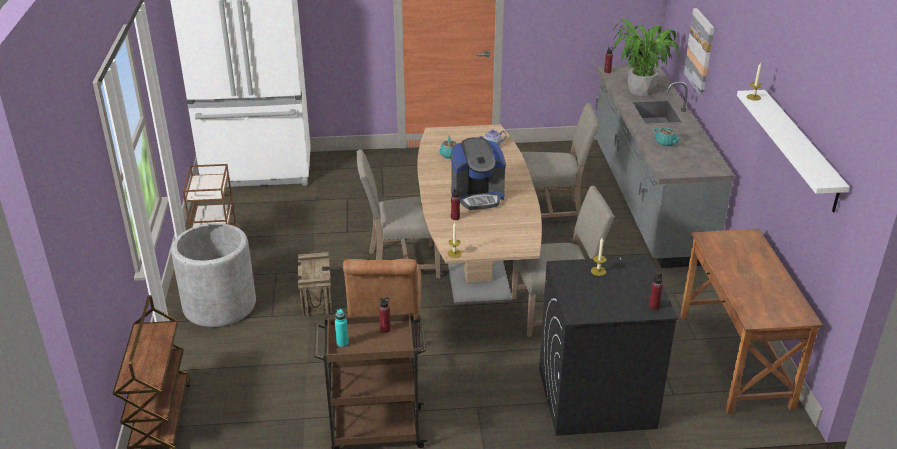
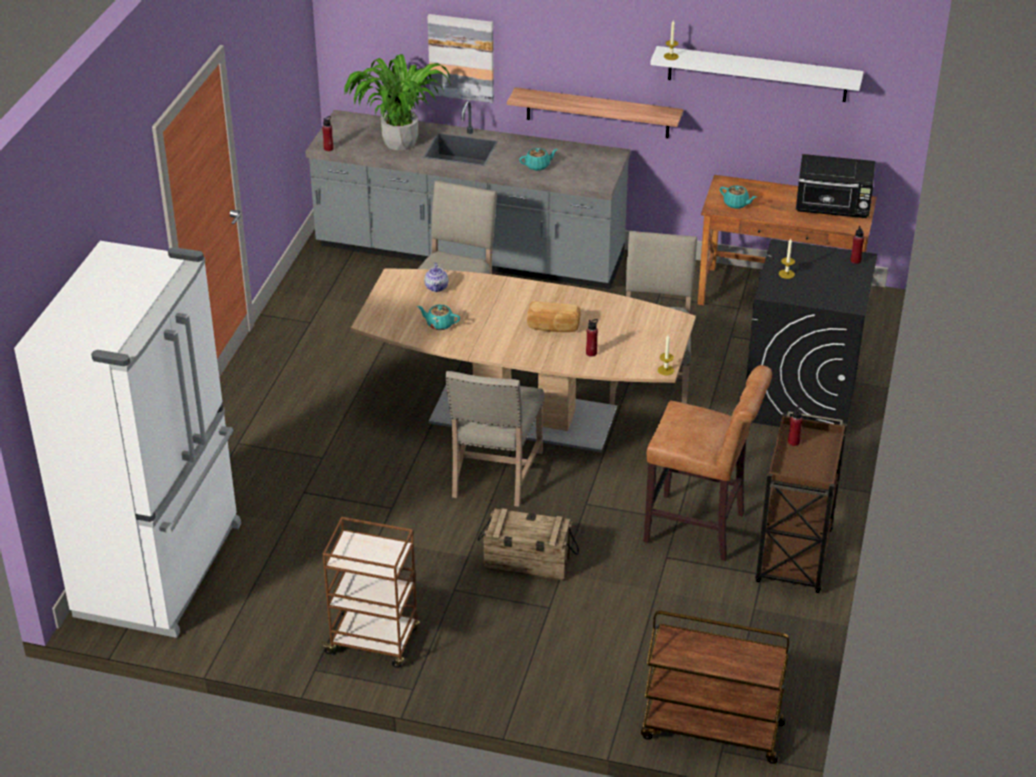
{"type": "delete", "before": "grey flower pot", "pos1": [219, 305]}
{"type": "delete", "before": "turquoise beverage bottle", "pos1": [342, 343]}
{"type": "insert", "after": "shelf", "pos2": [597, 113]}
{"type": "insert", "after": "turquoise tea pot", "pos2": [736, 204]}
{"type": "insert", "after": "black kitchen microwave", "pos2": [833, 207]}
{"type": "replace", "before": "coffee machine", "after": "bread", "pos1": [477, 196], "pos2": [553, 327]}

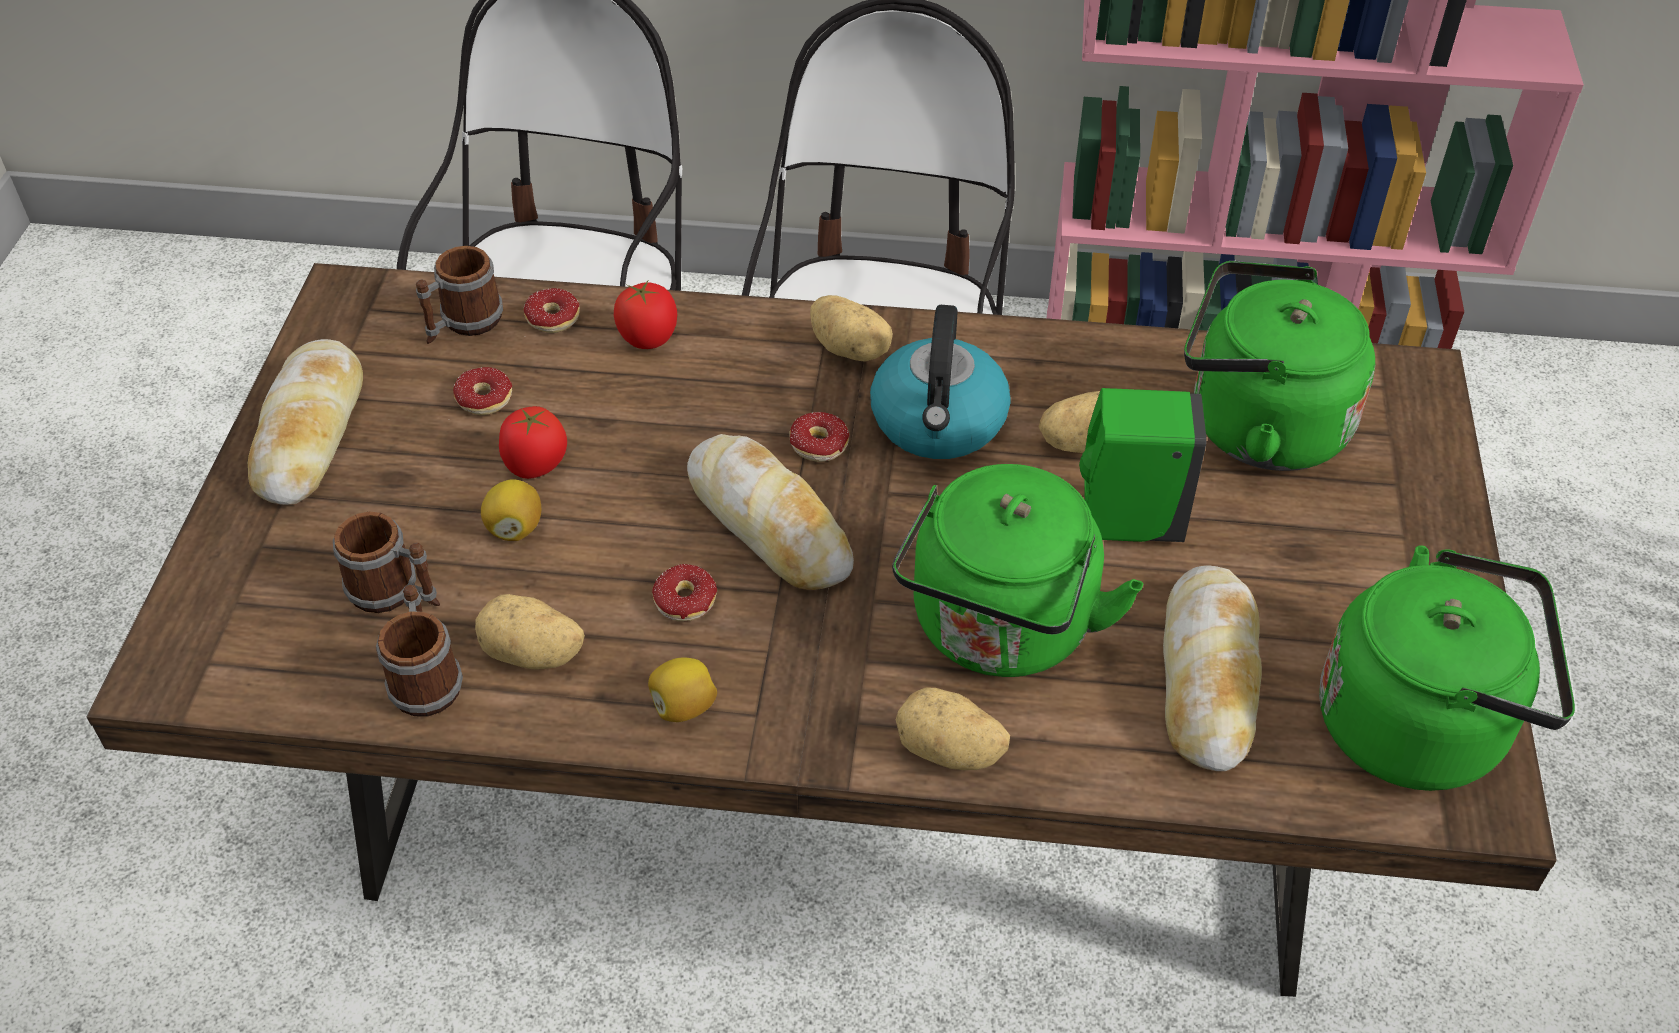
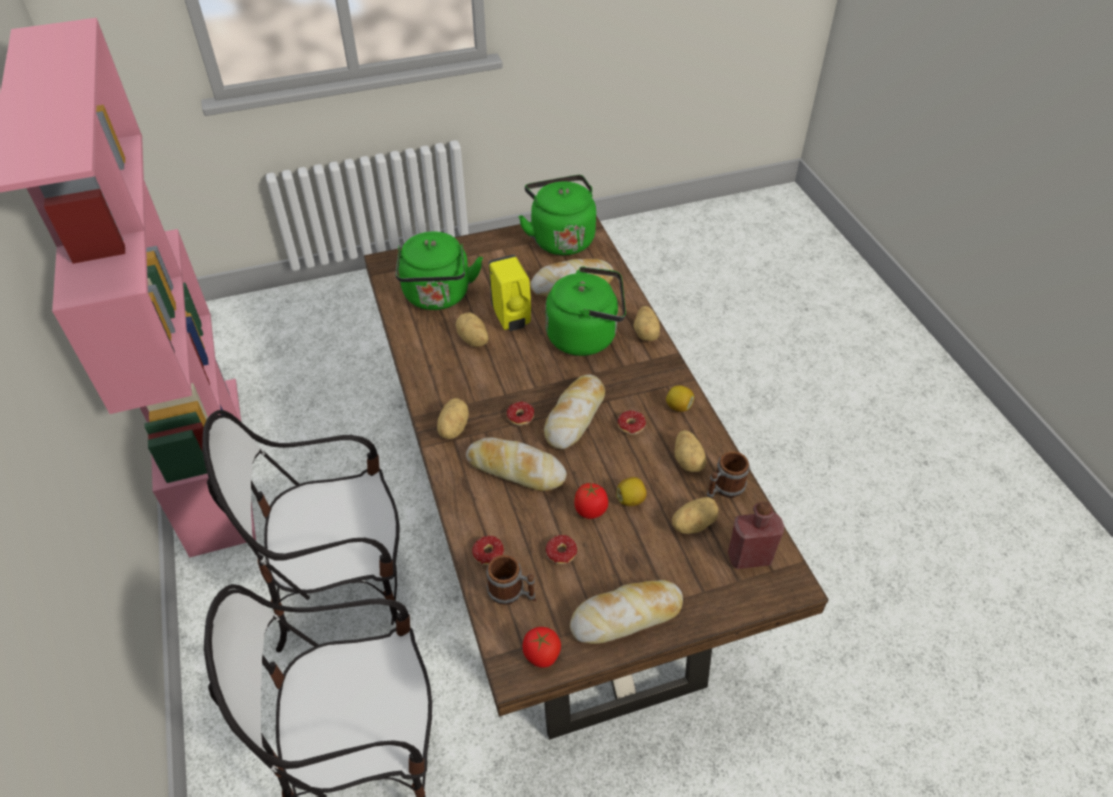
{"type": "delete", "before": "kettle", "pos1": [939, 423]}
{"type": "insert", "after": "bread", "pos2": [515, 469]}
{"type": "insert", "after": "reddish beverage bottle", "pos2": [749, 557]}
{"type": "move", "before": "whole tomato", "pos1": [649, 338], "pos2": [541, 655]}
{"type": "replace", "before": "mug", "after": "spud", "pos1": [395, 593], "pos2": [692, 523]}
{"type": "recolor", "before": "green-coloured soap bottle", "after": "yellow-coloured soap bottle", "pos1": [1125, 522], "pos2": [511, 318]}

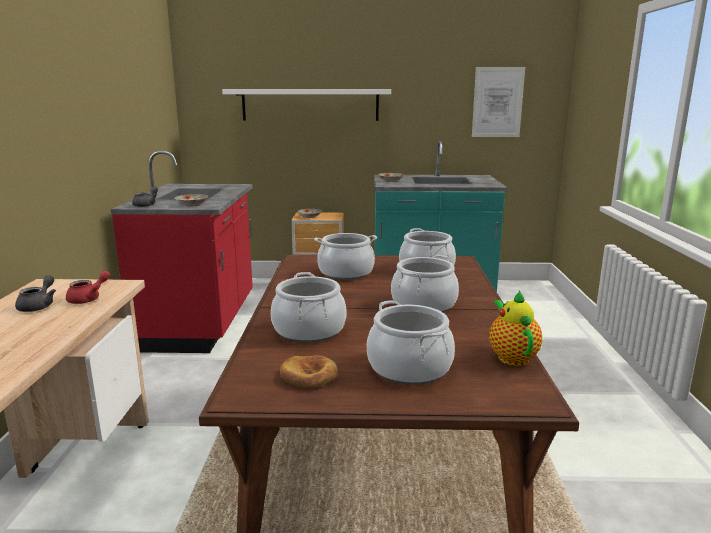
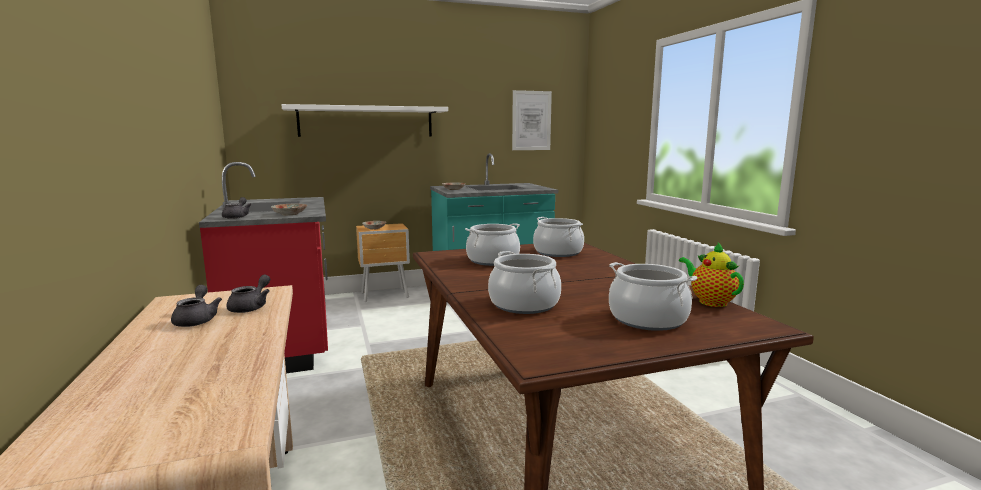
{"type": "delete", "before": "bread", "pos1": [309, 375]}
{"type": "delete", "before": "cooking pot", "pos1": [424, 304]}
{"type": "recolor", "before": "reddish tea pot", "after": "grey tea pot", "pos1": [89, 299], "pos2": [251, 307]}

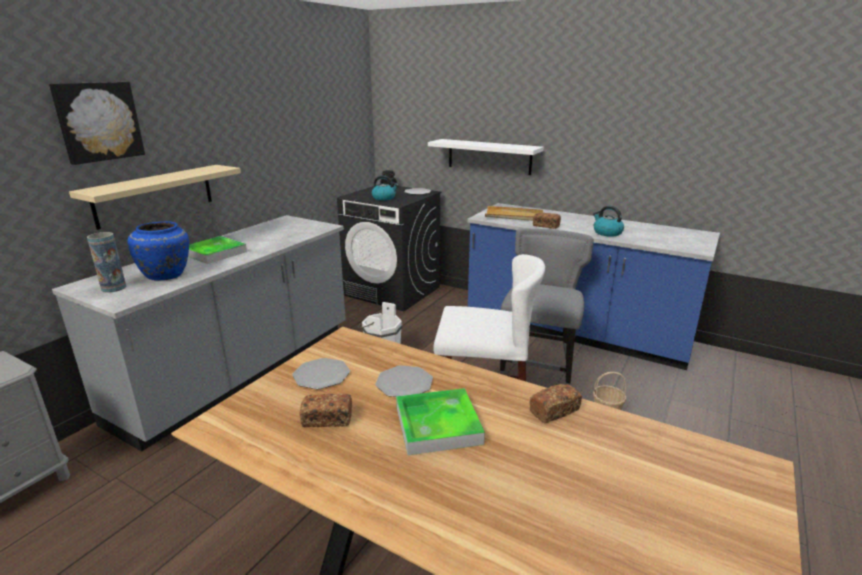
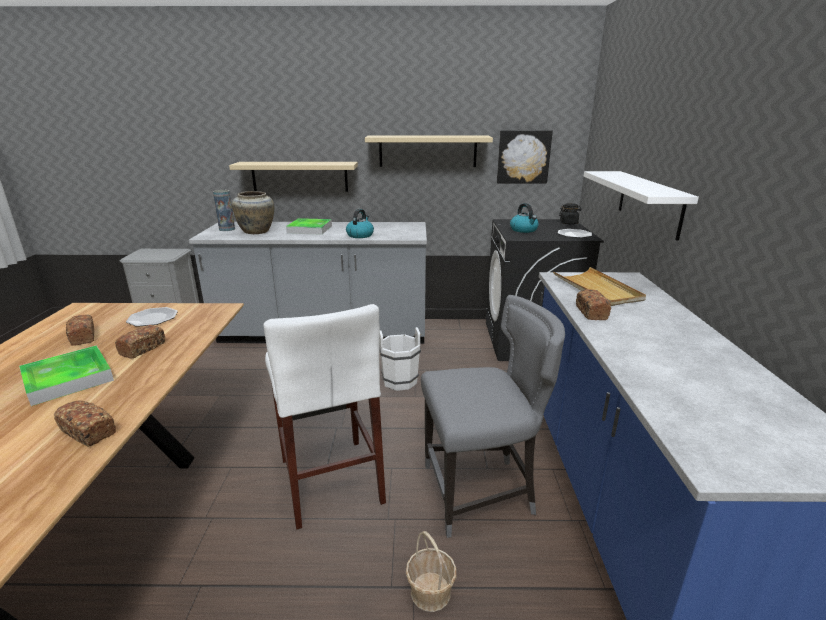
{"type": "insert", "after": "sand-coloured shelf", "pos2": [427, 151]}
{"type": "move", "before": "wall picture", "pos1": [98, 121], "pos2": [523, 157]}
{"type": "move", "before": "kettle", "pos1": [607, 233], "pos2": [360, 235]}
{"type": "replace", "before": "plate", "after": "bread", "pos1": [404, 383], "pos2": [143, 349]}
{"type": "recolor", "before": "bluish flower vase", "after": "sand-coloured flower vase", "pos1": [166, 275], "pos2": [256, 232]}

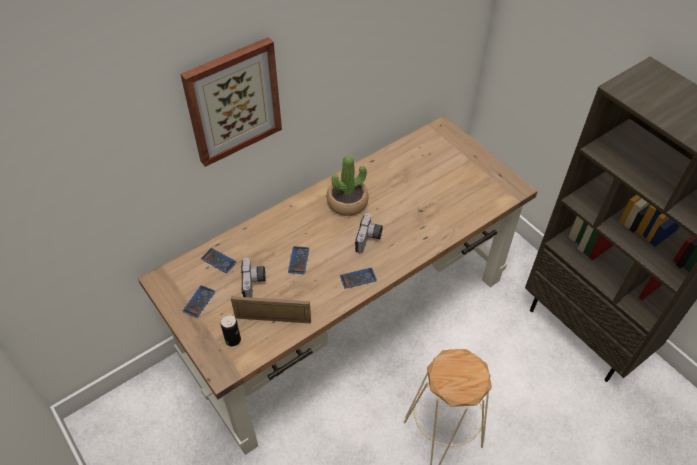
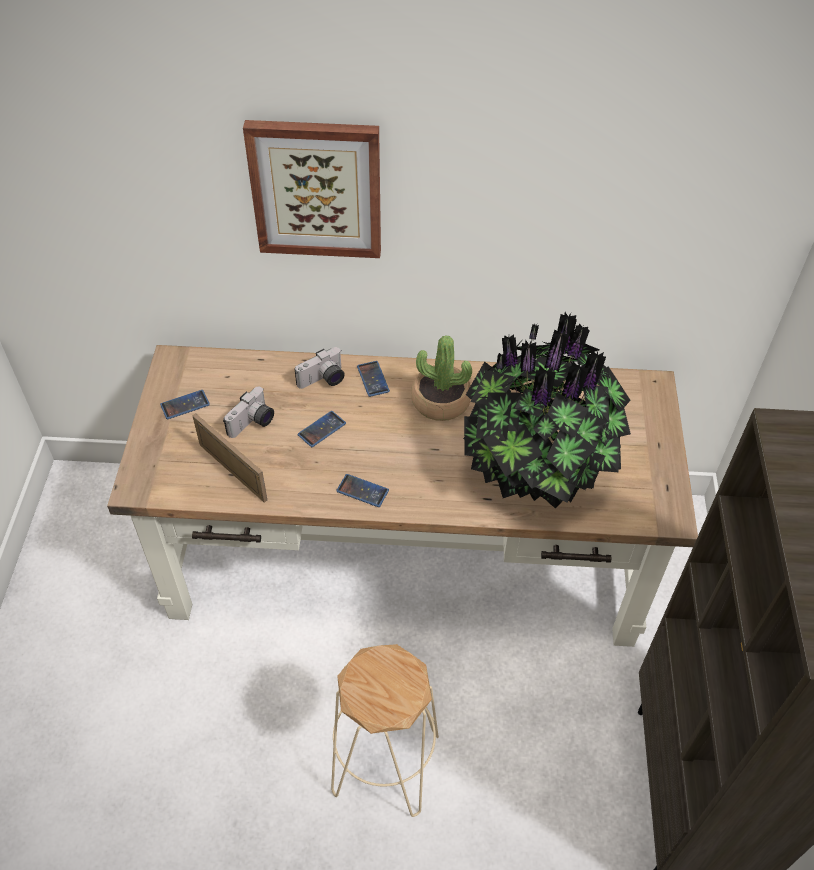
{"type": "delete", "before": "metal can", "pos1": [233, 340]}
{"type": "insert", "after": "houseplant", "pos2": [536, 468]}
{"type": "move", "before": "telephone", "pos1": [218, 260], "pos2": [373, 379]}
{"type": "move", "before": "still camera", "pos1": [369, 239], "pos2": [323, 380]}

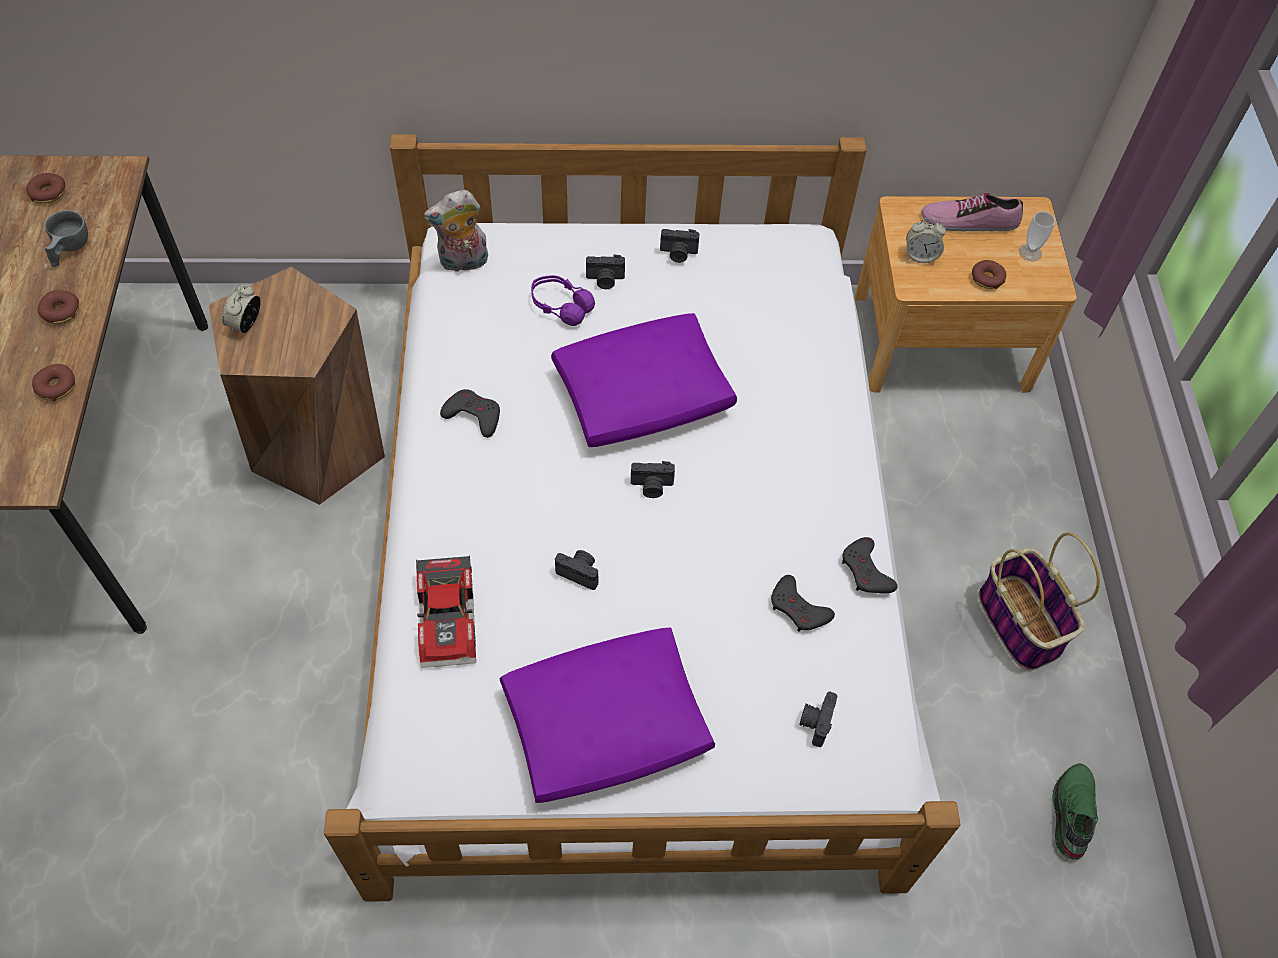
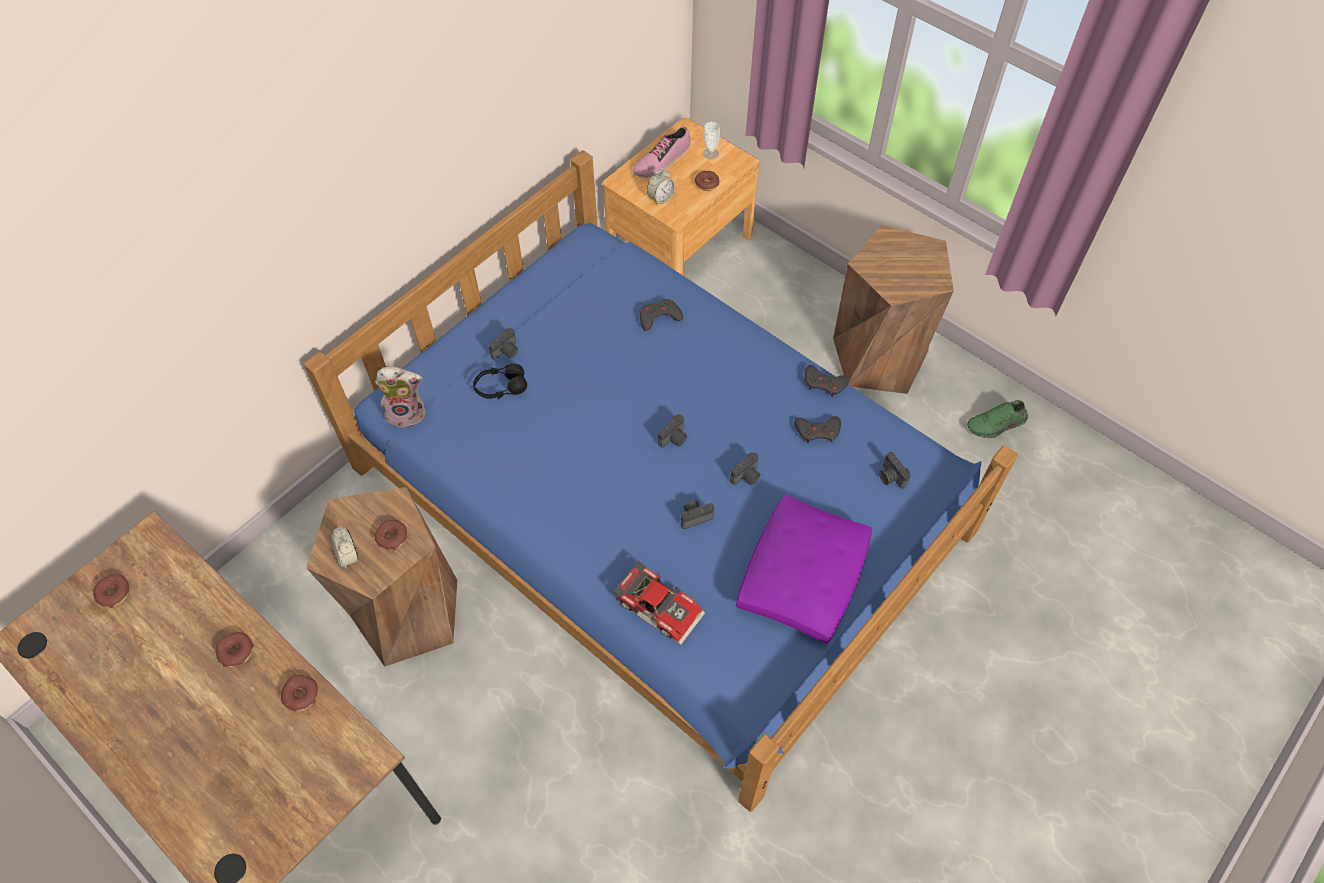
{"type": "delete", "before": "grey drinking cup", "pos1": [69, 250]}
{"type": "delete", "before": "purplish cushion", "pos1": [644, 393]}
{"type": "insert", "after": "donut", "pos2": [392, 537]}
{"type": "move", "before": "grey game controller", "pos1": [473, 415], "pos2": [659, 317]}
{"type": "move", "before": "still camera", "pos1": [678, 254], "pos2": [747, 477]}
{"type": "replace", "before": "household basket", "after": "brown-coloured sitting stool", "pos1": [1021, 624], "pos2": [879, 357]}
{"type": "recolor", "before": "whitish bed", "after": "bluish bed", "pos1": [632, 554], "pos2": [662, 499]}
{"type": "recolor", "before": "purplish headphones", "after": "black headphones", "pos1": [560, 306], "pos2": [500, 388]}
{"type": "rotate", "before": "plush toy", "pos1": [463, 263], "pos2": [407, 413], "turn": -120}
{"type": "rotate", "before": "green-coloured item of footwear", "pos1": [1070, 813], "pos2": [996, 425], "turn": -75}

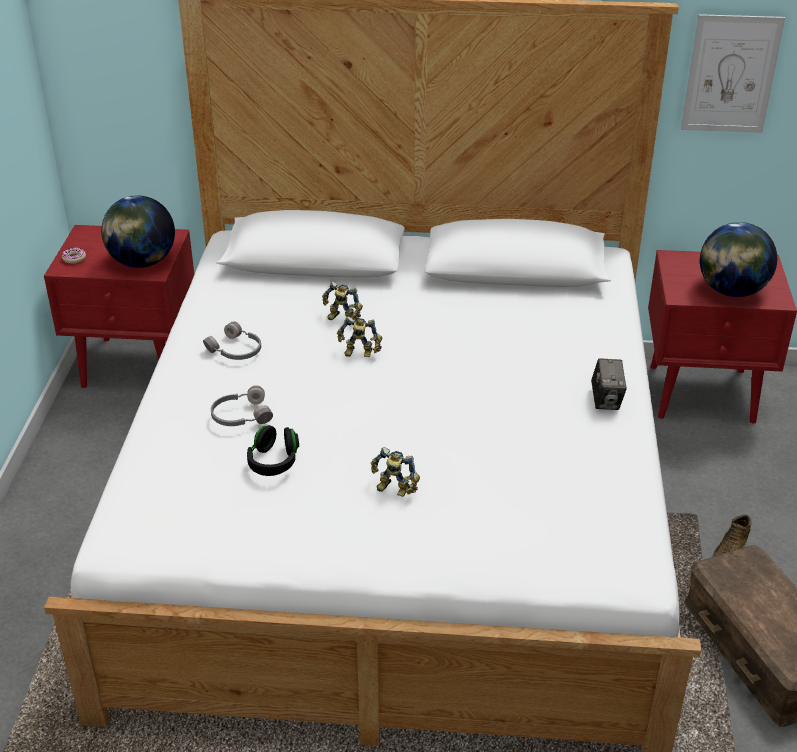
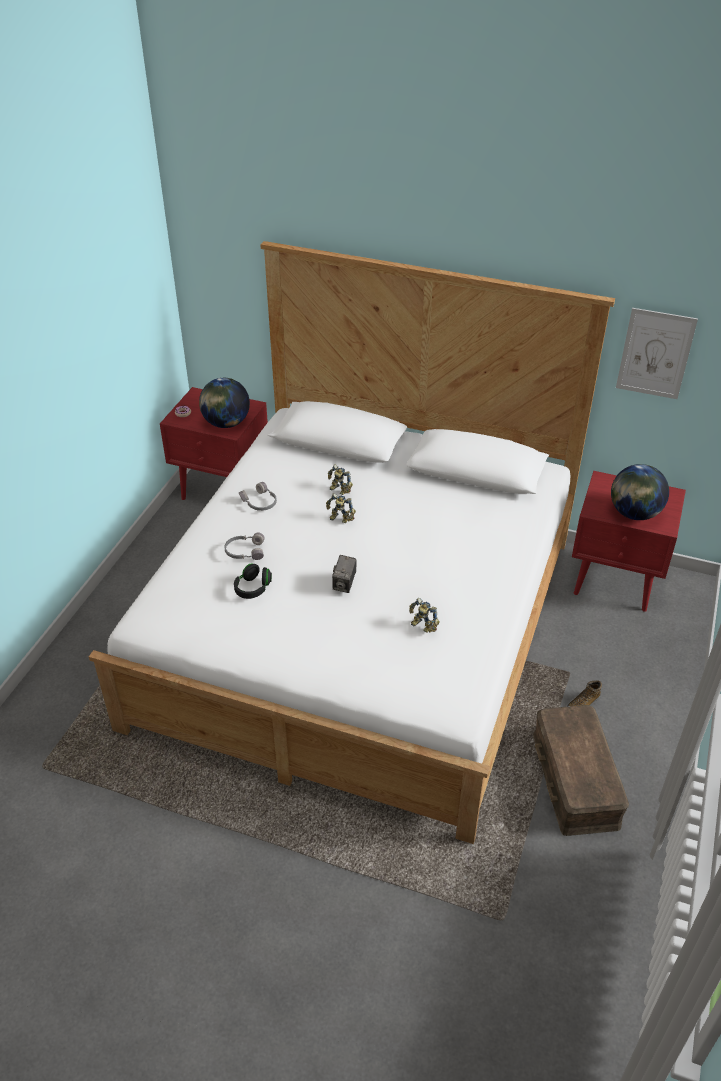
{"type": "move", "before": "model robot", "pos1": [393, 490], "pos2": [422, 626]}
{"type": "move", "before": "still camera", "pos1": [606, 400], "pos2": [344, 584]}

